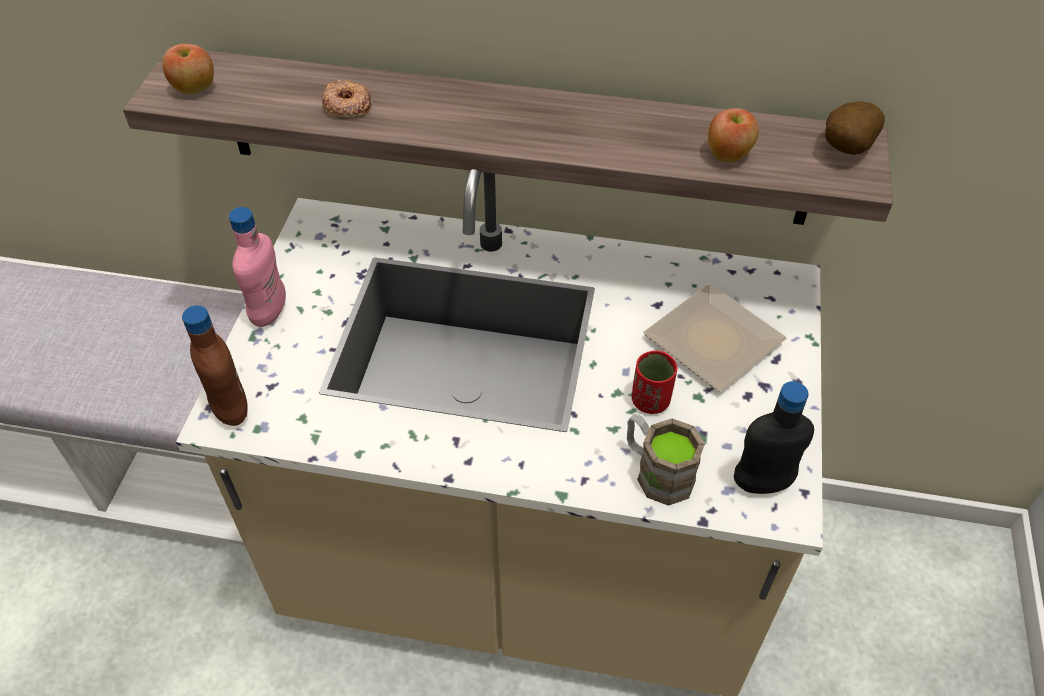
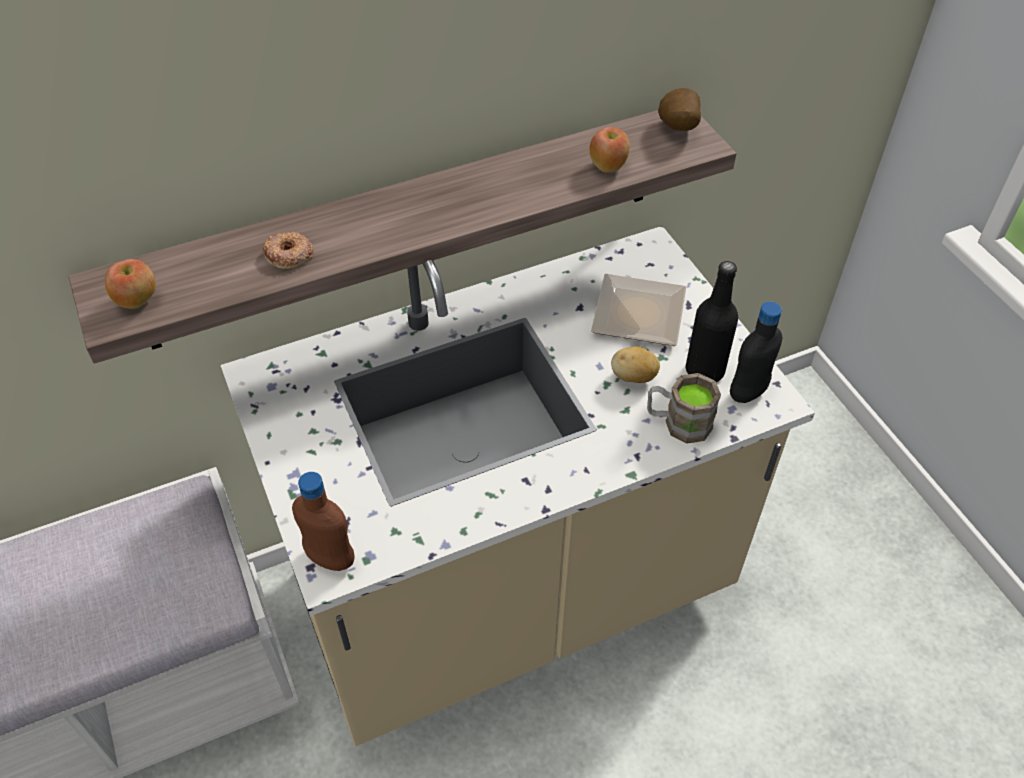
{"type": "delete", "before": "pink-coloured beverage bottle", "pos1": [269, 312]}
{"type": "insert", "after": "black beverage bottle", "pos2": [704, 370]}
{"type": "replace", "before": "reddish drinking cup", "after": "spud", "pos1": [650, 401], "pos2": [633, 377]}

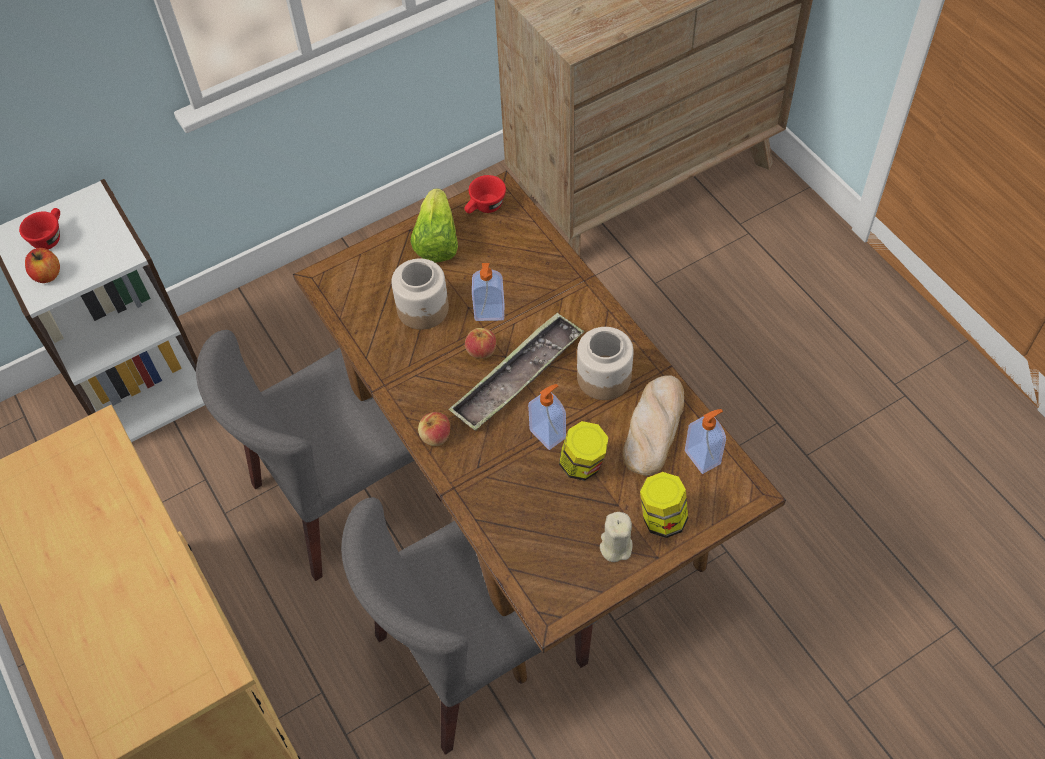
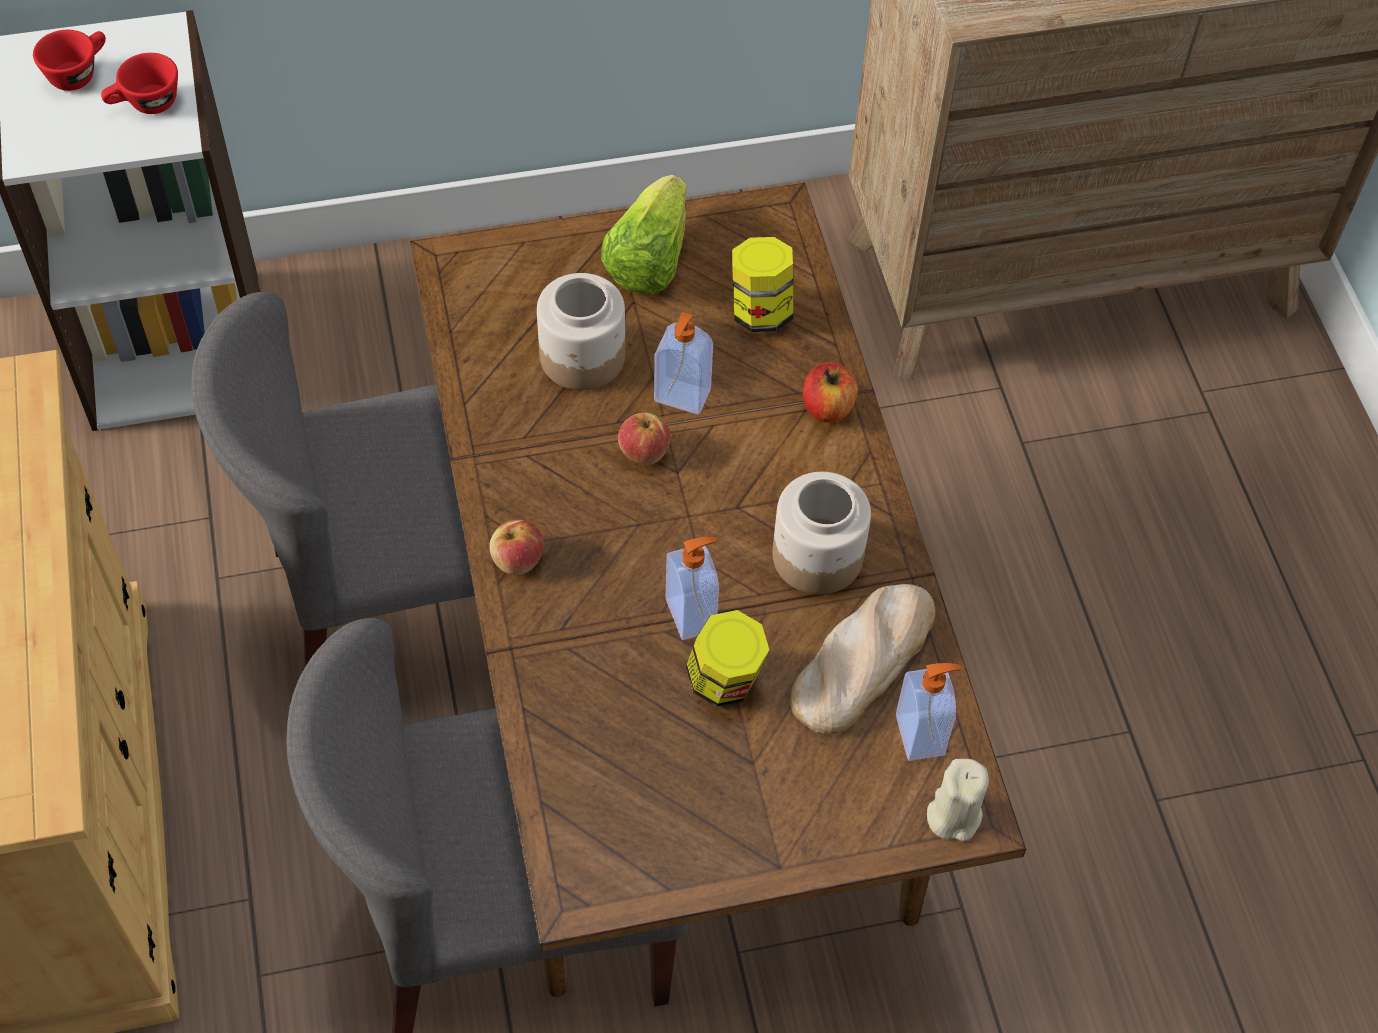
{"type": "delete", "before": "tray", "pos1": [517, 377]}
{"type": "move", "before": "apple", "pos1": [48, 275], "pos2": [827, 408]}
{"type": "move", "before": "reddish drinking cup", "pos1": [484, 208], "pos2": [145, 104]}
{"type": "move", "before": "sand-coloured candle", "pos1": [615, 546], "pos2": [953, 815]}
{"type": "move", "before": "jar", "pos1": [662, 518], "pos2": [760, 311]}

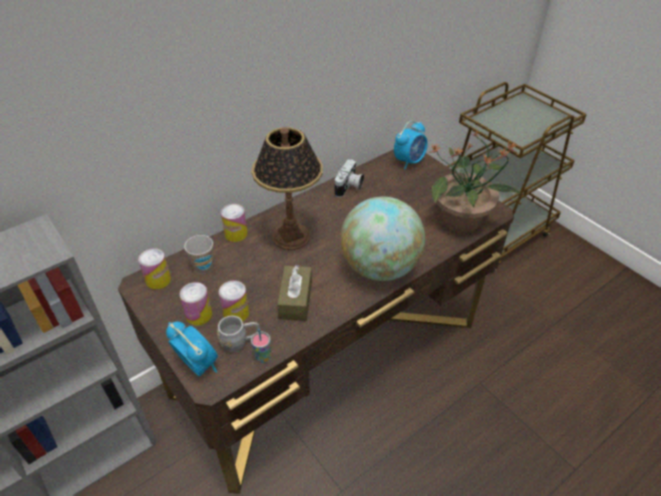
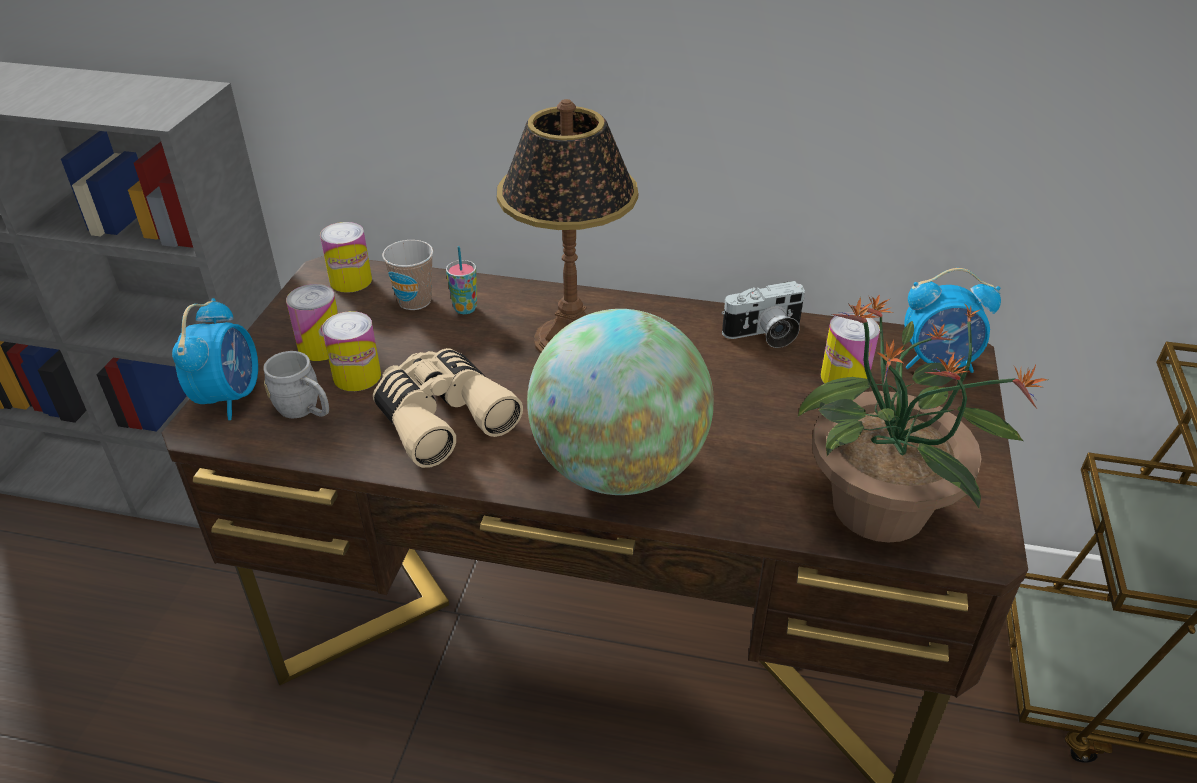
{"type": "move", "before": "metal can", "pos1": [236, 234], "pos2": [844, 377]}
{"type": "move", "before": "drinking cup", "pos1": [263, 357], "pos2": [465, 308]}
{"type": "replace", "before": "brown-coloured tissue box", "after": "sand-coloured pair of binoculars", "pos1": [295, 300], "pos2": [441, 417]}

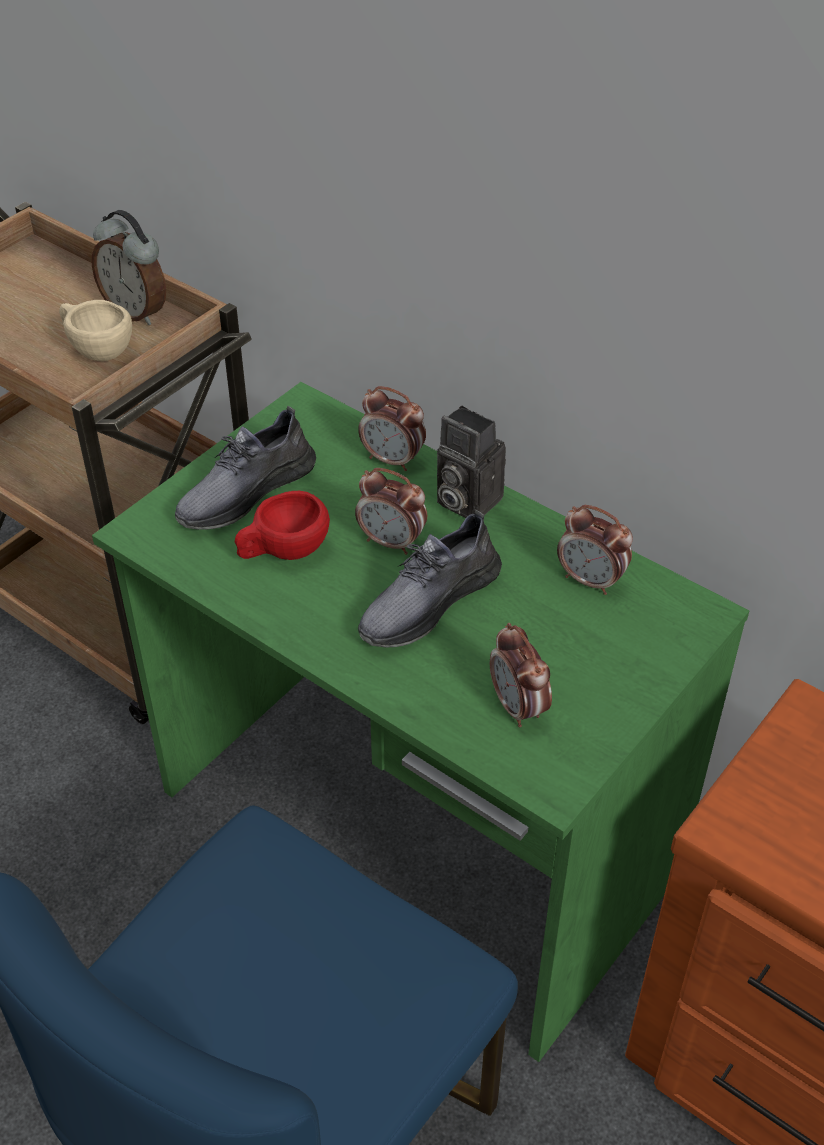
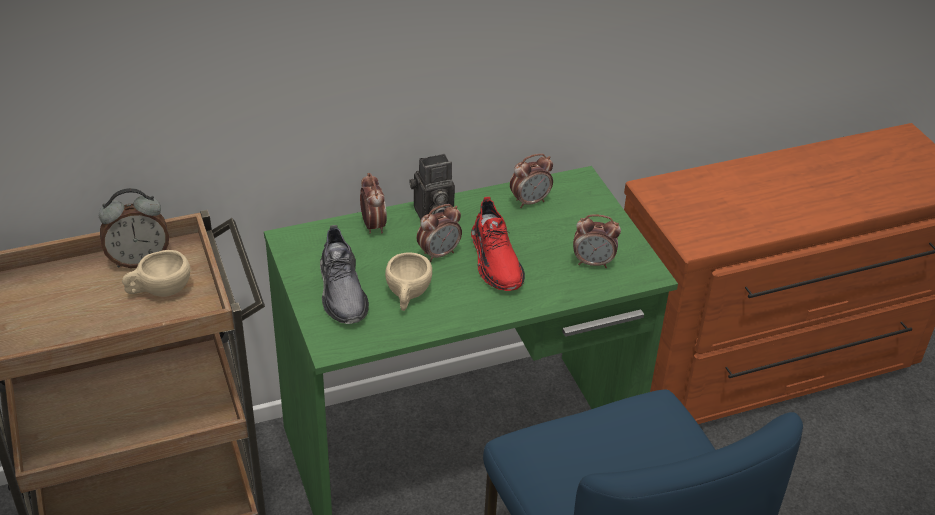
{"type": "recolor", "before": "reddish drinking cup", "after": "sand-coloured drinking cup", "pos1": [283, 551], "pos2": [407, 296]}
{"type": "recolor", "before": "grey item of footwear", "after": "reddish item of footwear", "pos1": [428, 602], "pos2": [496, 260]}
{"type": "rotate", "before": "bedside clock", "pos1": [393, 460], "pos2": [373, 225], "turn": -75}

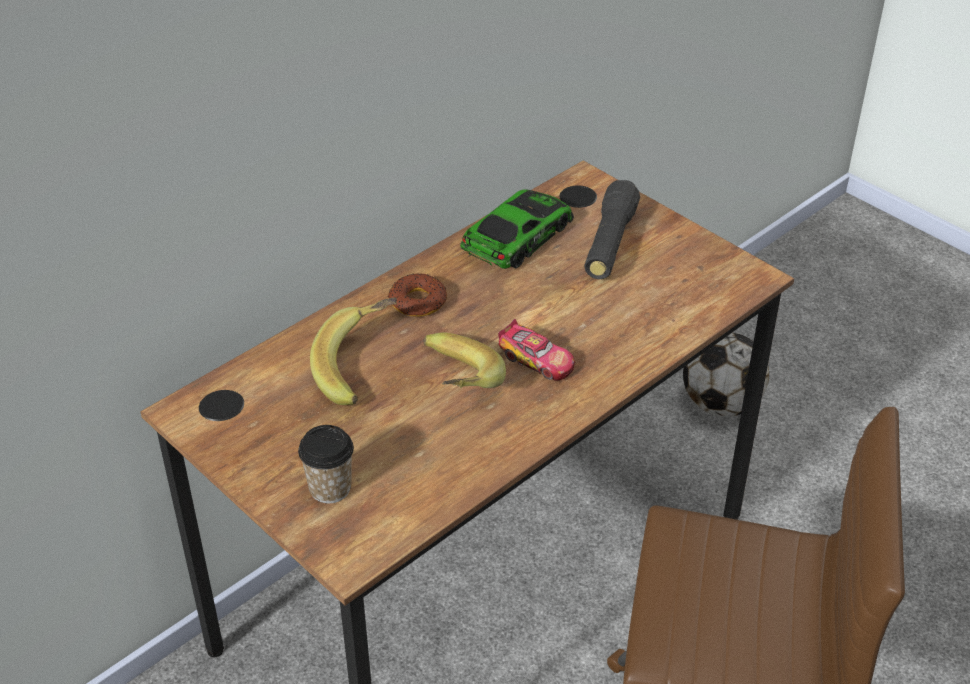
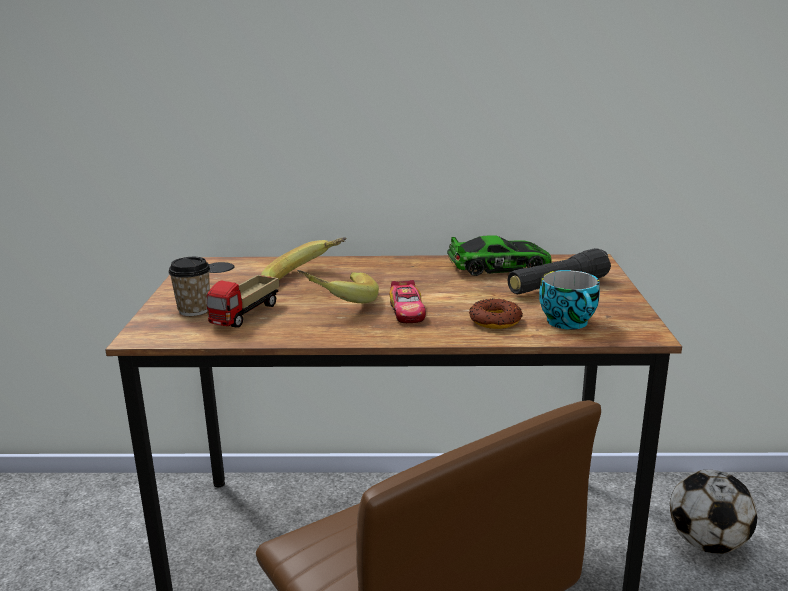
{"type": "insert", "after": "model truck", "pos2": [246, 315]}
{"type": "insert", "after": "drinking cup", "pos2": [570, 323]}
{"type": "move", "before": "donut", "pos1": [417, 302], "pos2": [494, 320]}

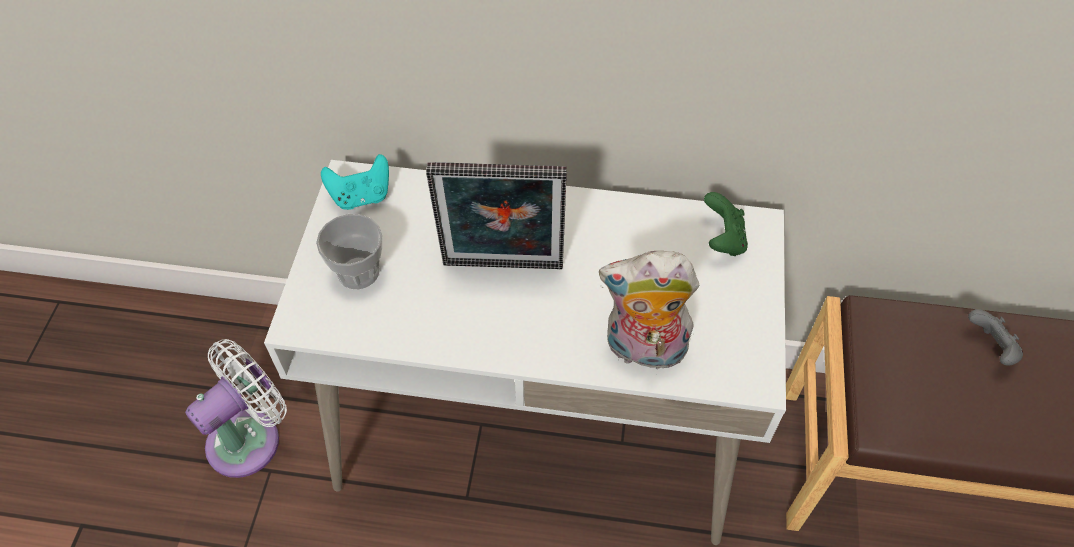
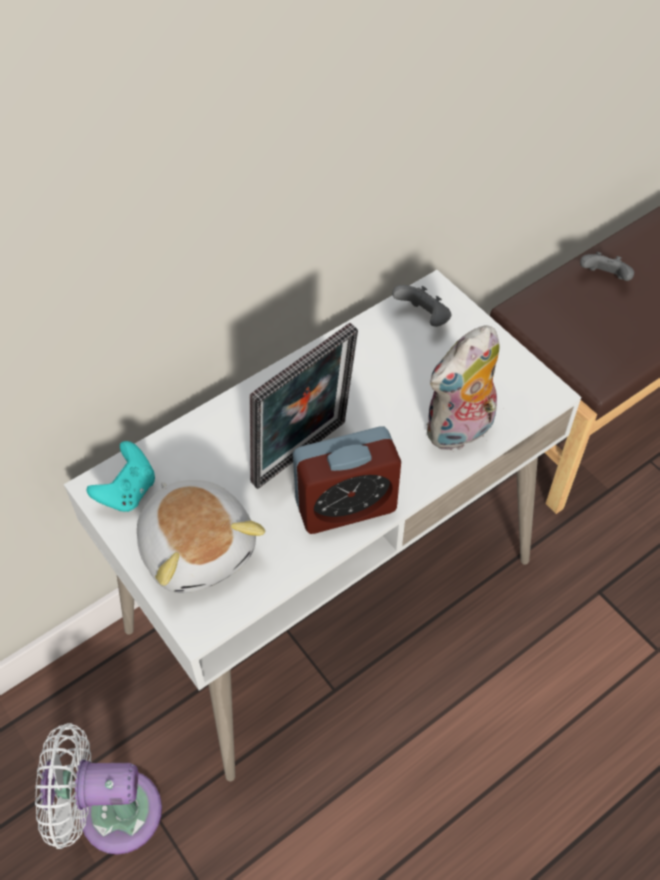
{"type": "insert", "after": "bedside clock", "pos2": [346, 506]}
{"type": "replace", "before": "drinking cup", "after": "plush toy", "pos1": [358, 272], "pos2": [198, 547]}
{"type": "recolor", "before": "green-coloured game controller", "after": "grey game controller", "pos1": [722, 239], "pos2": [423, 318]}
{"type": "rotate", "before": "whitish cooling fan", "pos1": [250, 437], "pos2": [111, 811], "turn": -90}

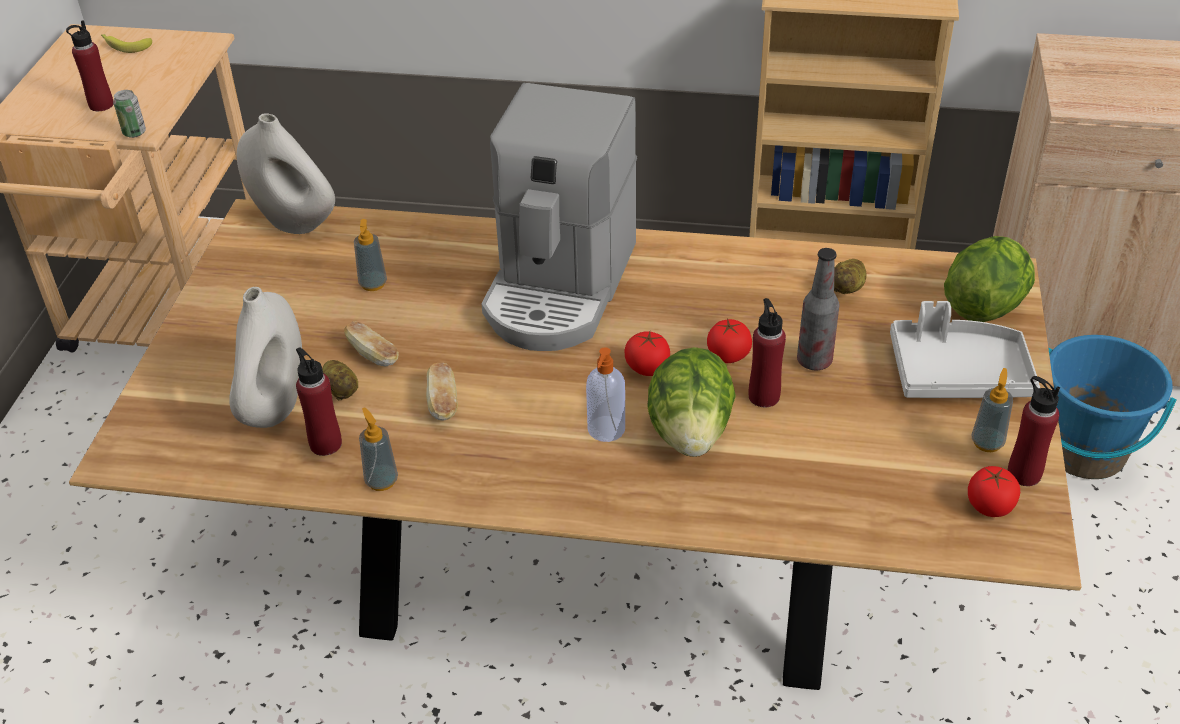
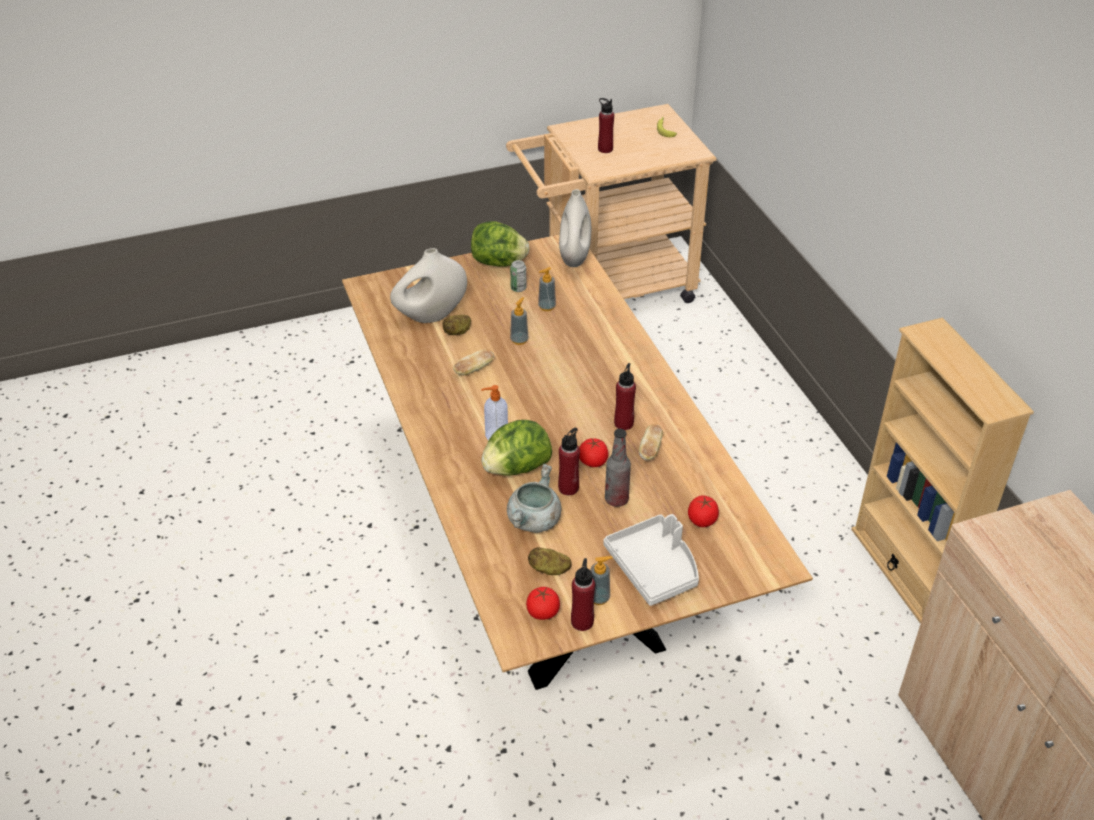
{"type": "delete", "before": "coffee machine", "pos1": [560, 287]}
{"type": "delete", "before": "bluish water bucket", "pos1": [1084, 452]}
{"type": "insert", "after": "grey cooking pot", "pos2": [534, 521]}
{"type": "move", "before": "metal can", "pos1": [134, 133], "pos2": [518, 288]}
{"type": "move", "before": "reddish beverage bottle", "pos1": [325, 444], "pos2": [624, 423]}
{"type": "move", "before": "bread", "pos1": [373, 355], "pos2": [650, 449]}
{"type": "move", "before": "soap bottle", "pos1": [381, 481], "pos2": [519, 340]}
{"type": "move", "before": "whole tomato", "pos1": [647, 368], "pos2": [702, 520]}
{"type": "move", "before": "spud", "pos1": [848, 288], "pos2": [549, 569]}
{"type": "move", "before": "lettuce", "pos1": [985, 306], "pos2": [498, 263]}

